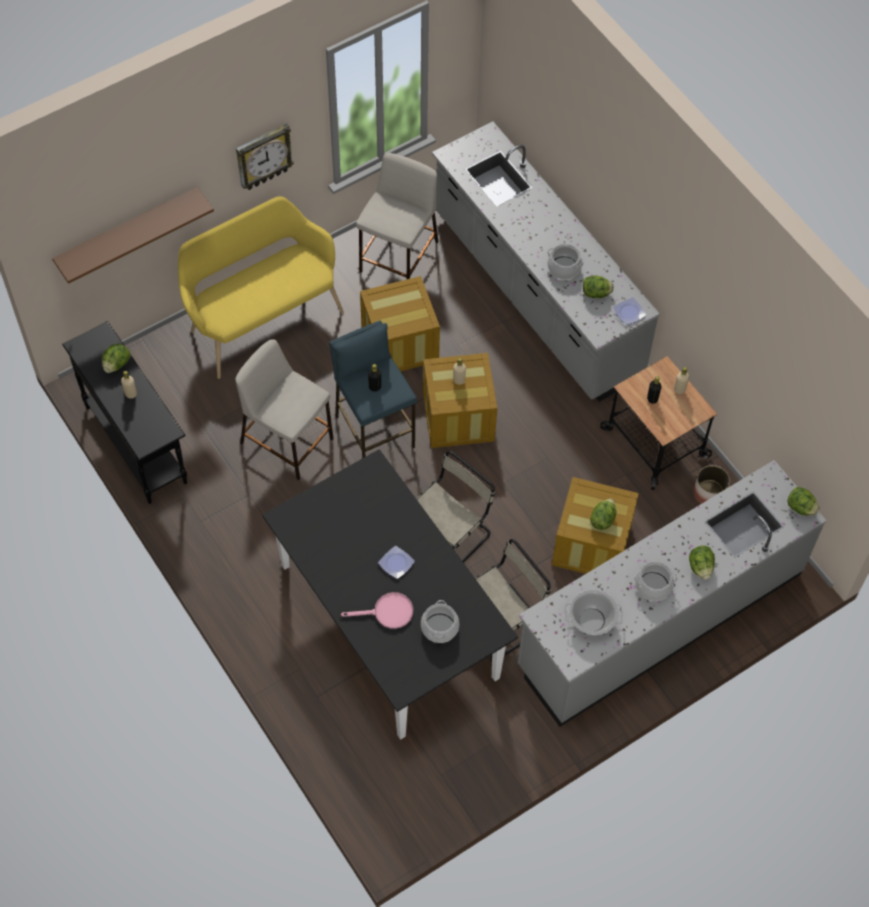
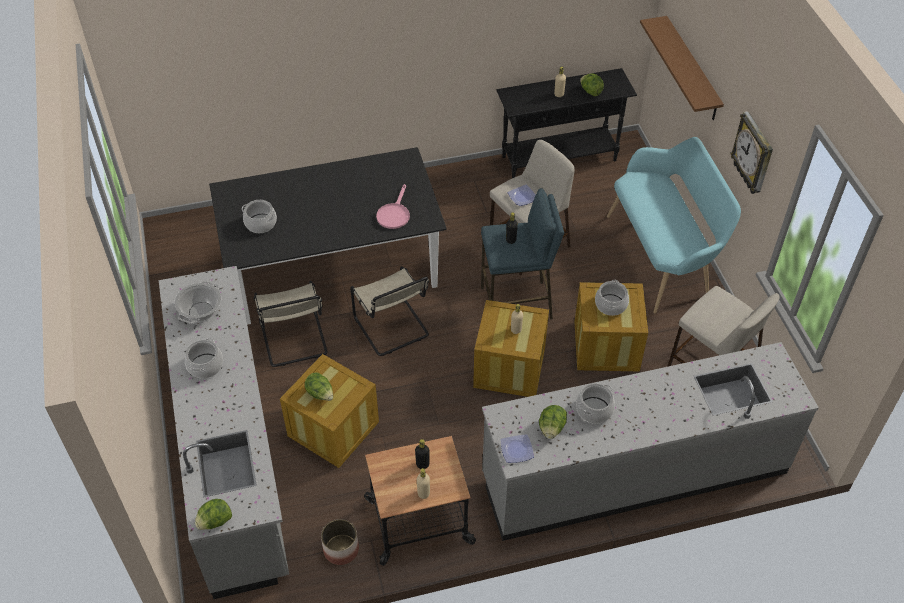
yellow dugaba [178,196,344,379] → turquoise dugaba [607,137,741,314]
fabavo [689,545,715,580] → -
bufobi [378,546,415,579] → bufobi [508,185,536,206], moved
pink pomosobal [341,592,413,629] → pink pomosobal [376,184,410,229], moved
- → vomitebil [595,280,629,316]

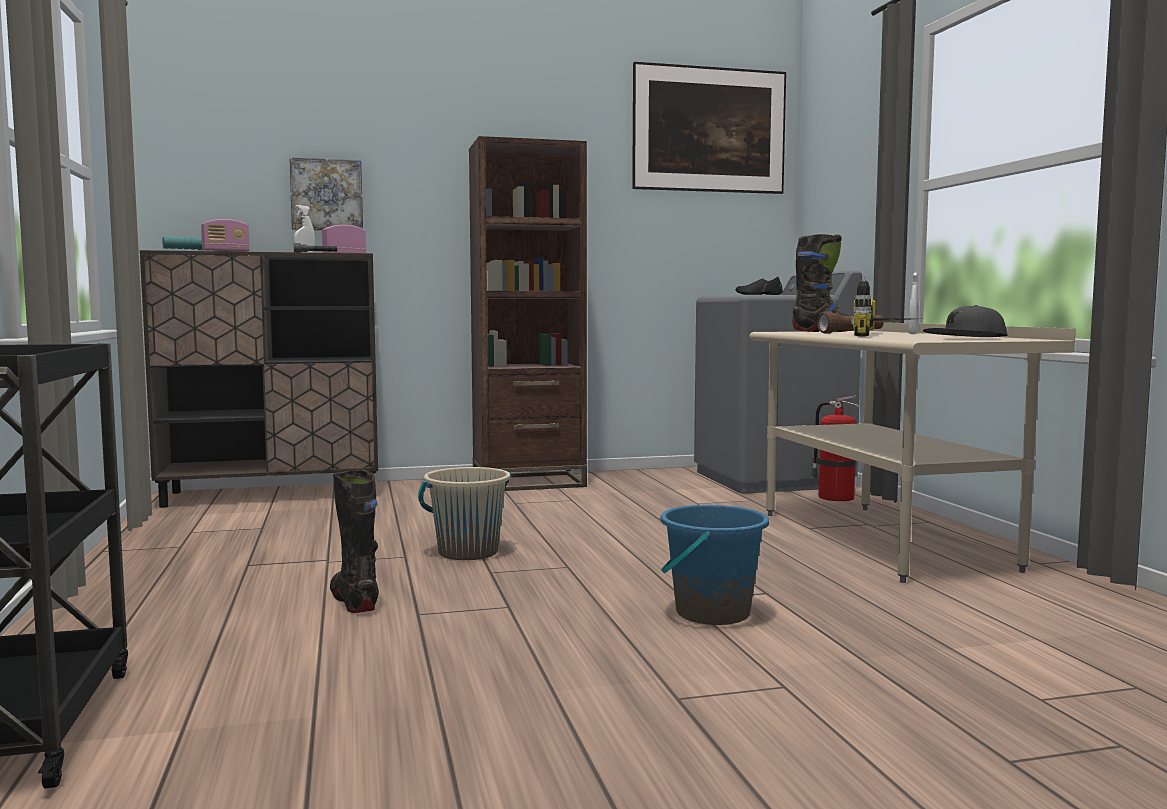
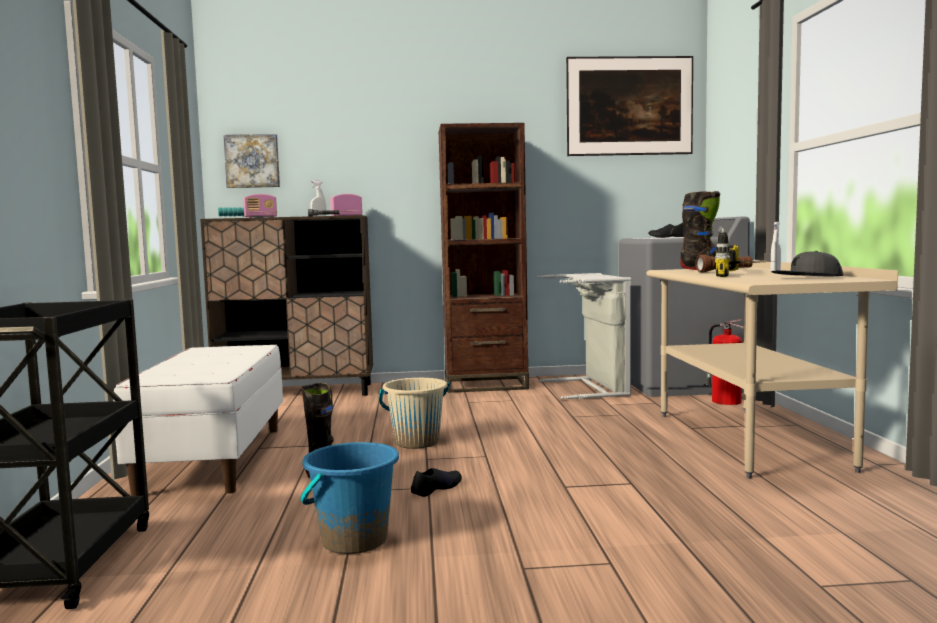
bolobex [289,157,363,230] → bolobex [224,134,280,188], moved
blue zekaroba [661,505,769,625] → blue zekaroba [300,442,399,554], moved
- → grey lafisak [537,273,631,399]
- → white dugaba [113,345,283,496]
- → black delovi [411,468,462,497]

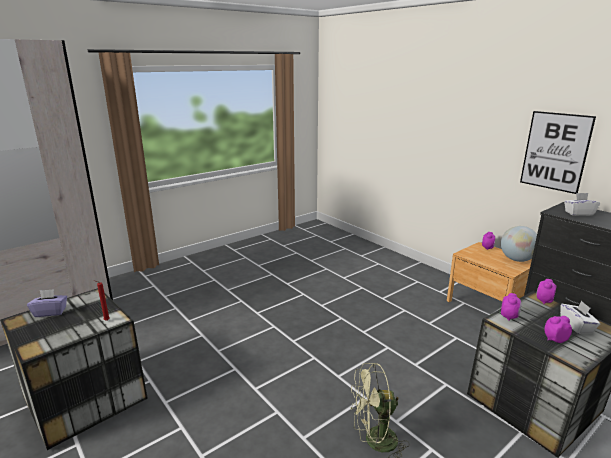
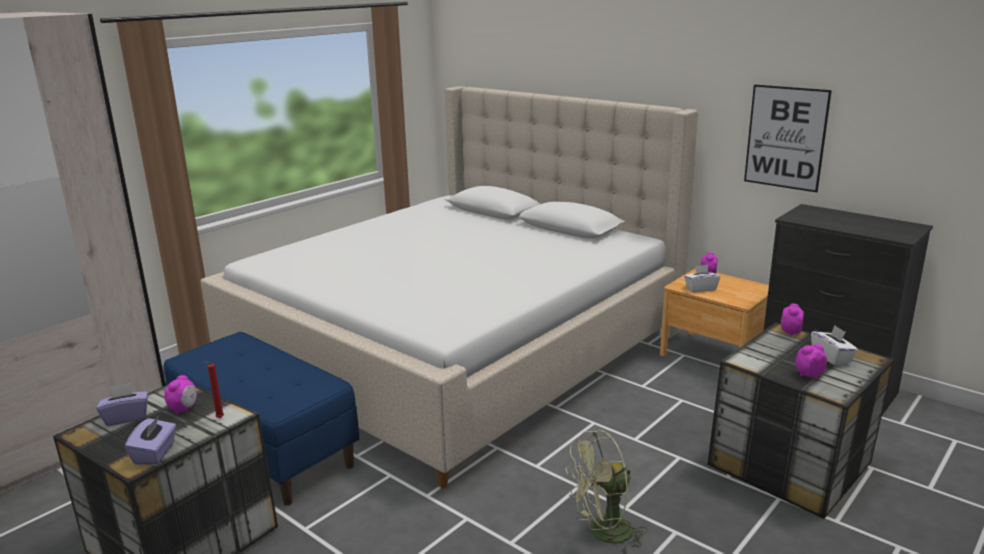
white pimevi [564,193,600,216] → white pimevi [684,265,721,292], moved
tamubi [501,226,537,262] → -
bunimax [501,293,521,321] → bunimax [164,375,197,415], moved
- → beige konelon [200,86,698,488]
- → blue dugaba [164,332,359,506]
- → purple pimevi [125,416,176,465]

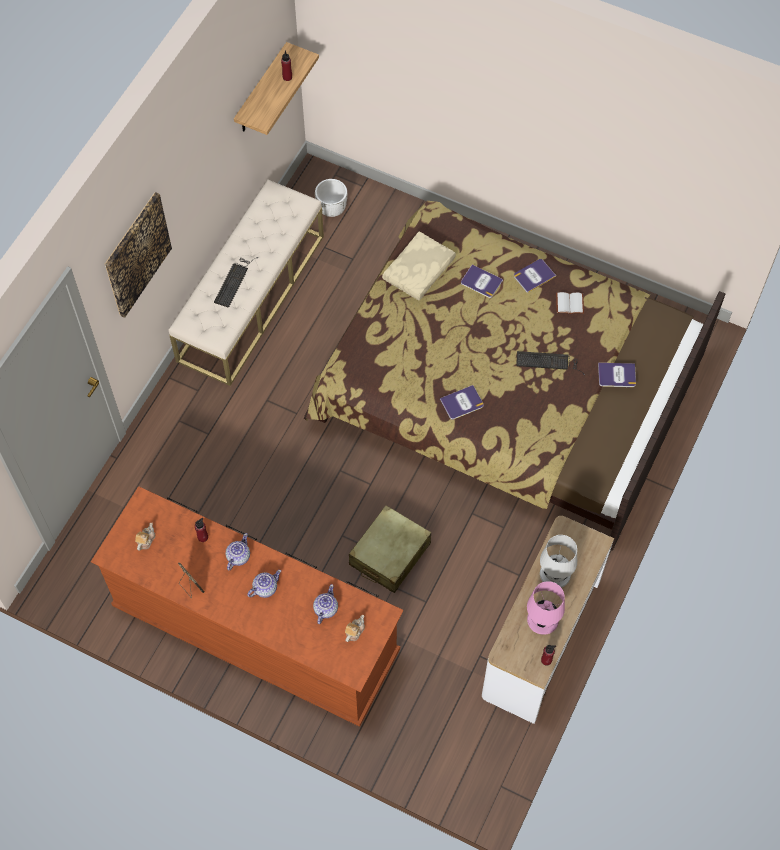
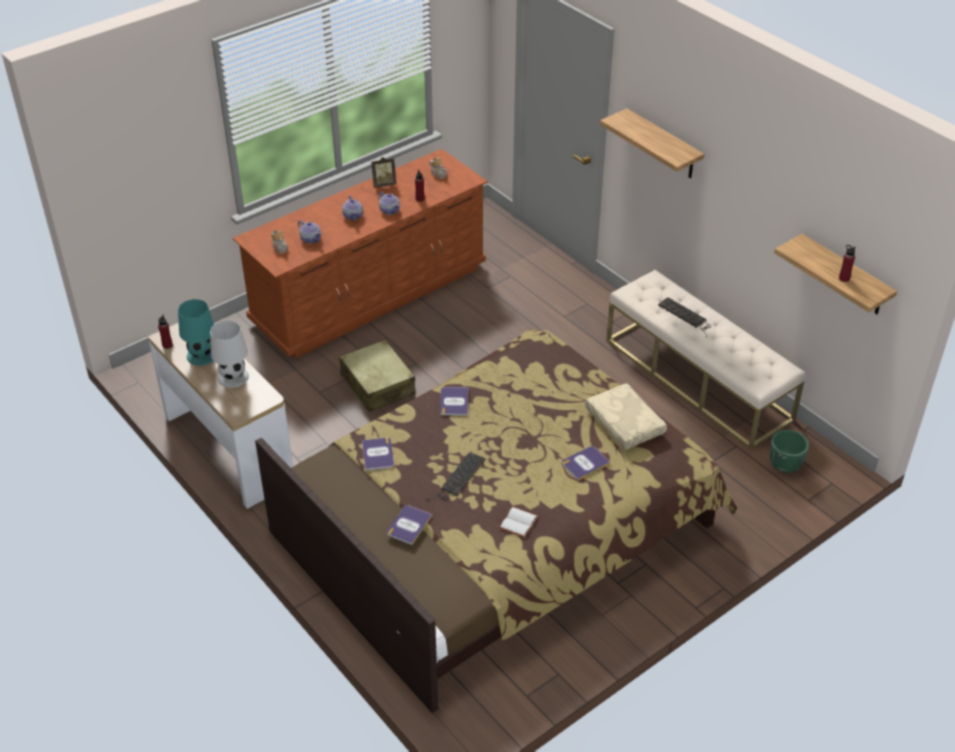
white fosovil [315,179,347,217] → green fosovil [770,430,809,473]
bolobex [105,192,172,318] → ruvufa [600,108,705,178]
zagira [514,259,556,293] → zagira [362,438,394,471], moved
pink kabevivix [527,581,565,635] → turquoise kabevivix [178,299,214,366]

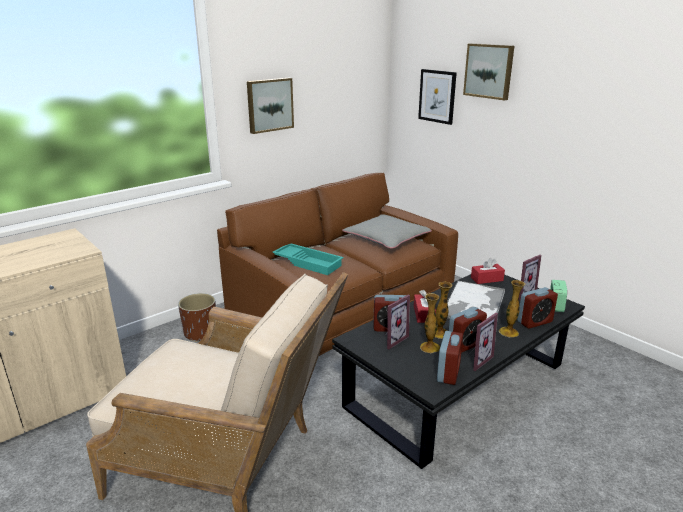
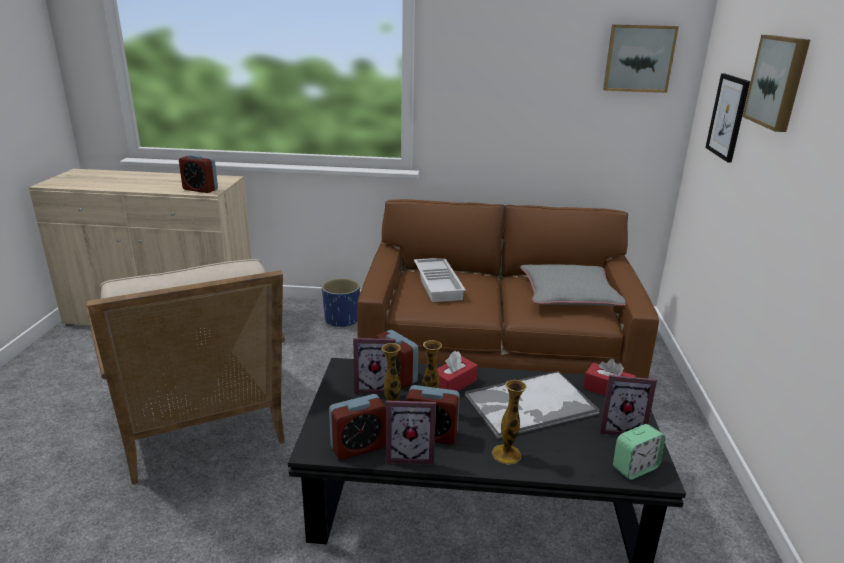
bolobex [247,78,294,134] → bolobex [603,24,679,93], moved
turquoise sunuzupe [272,243,344,275] → white sunuzupe [414,258,466,302]
bunimax [518,287,558,329] → bunimax [179,154,218,193], moved
brown fosovil [178,293,216,342] → blue fosovil [322,278,360,327]

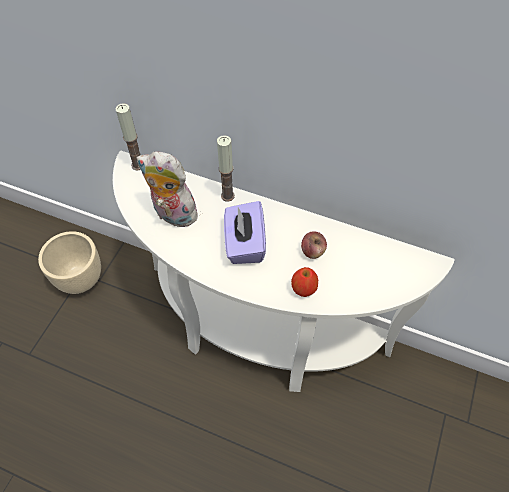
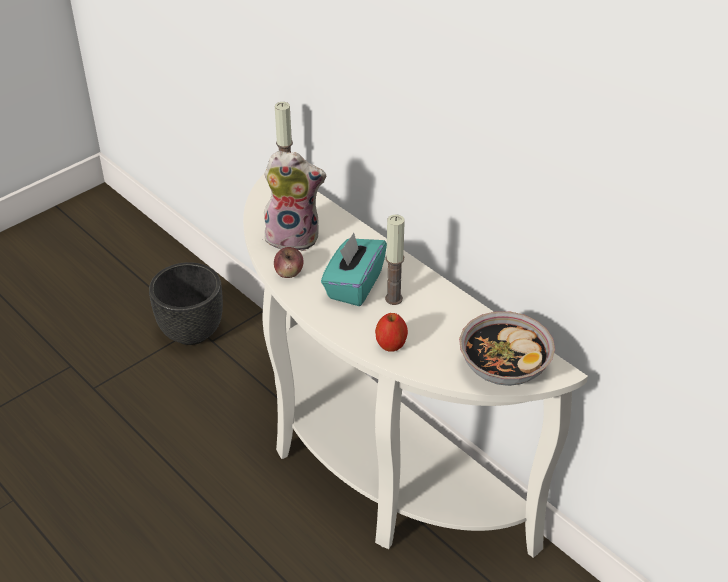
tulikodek [217,135,235,201] → tulikodek [385,214,405,305], moved
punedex [137,151,200,227] → punedex [264,151,326,251], 135 degrees clockwise
purple pimevi [224,201,266,264] → turquoise pimevi [321,233,387,306]
beige fosovil [38,231,101,294] → black fosovil [149,262,223,345]
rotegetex [301,232,327,259] → rotegetex [274,247,304,278], moved
- → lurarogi [459,311,555,386]

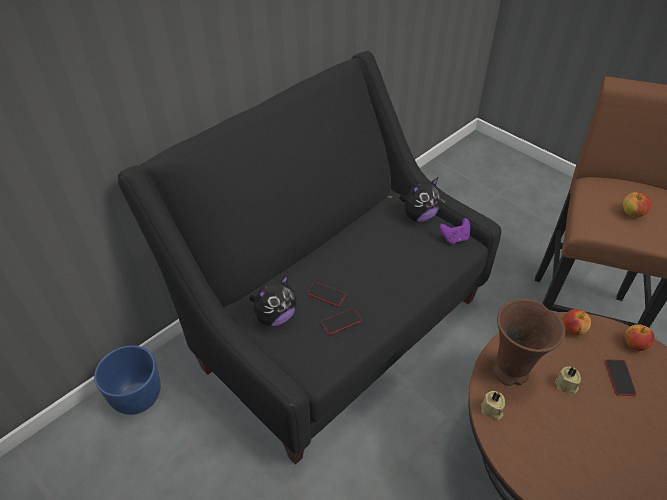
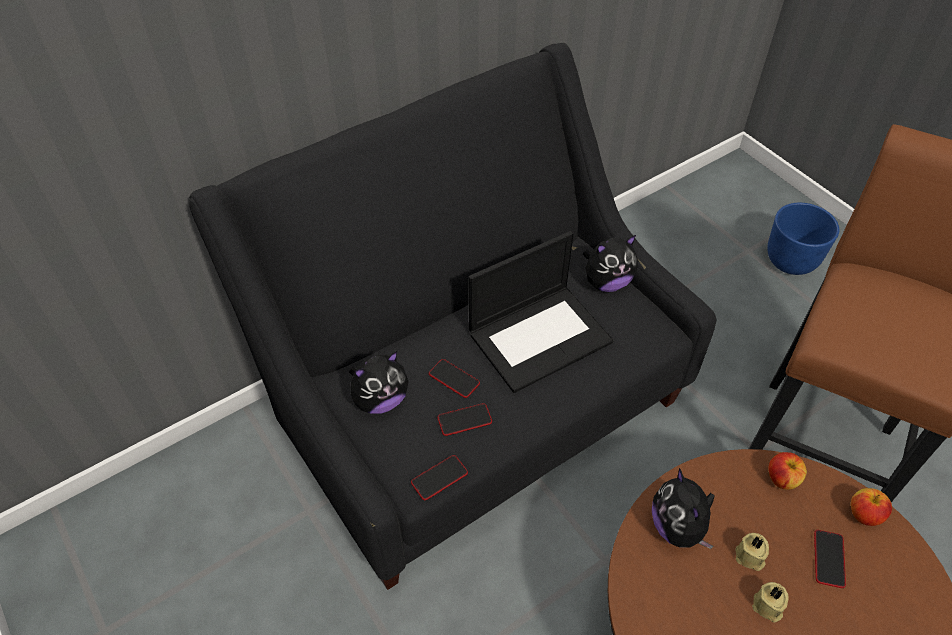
rotegetex [623,192,651,218] → -
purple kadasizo [440,218,470,244] → -
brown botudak [493,299,565,386] → punedex [652,468,715,549]
blue fosovil [94,345,161,415] → blue fosovil [767,203,839,275], moved
beige tulikodek [481,391,505,420] → beige tulikodek [752,582,788,622], moved
- → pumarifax [468,231,614,393]
- → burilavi [411,455,468,500]

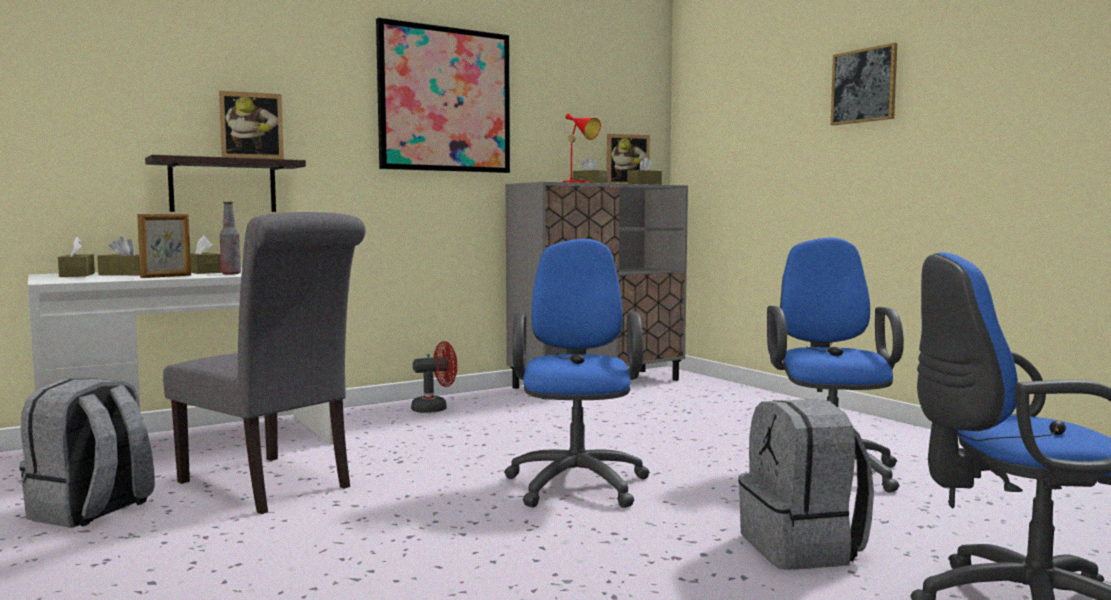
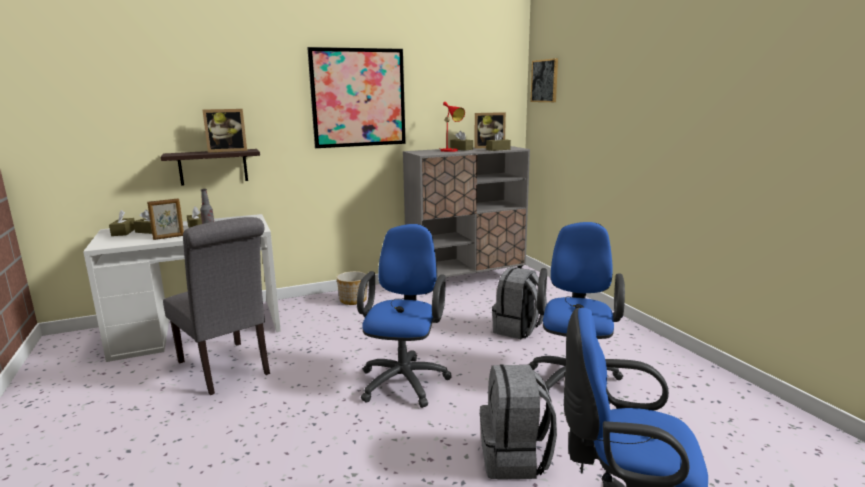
bolobex [831,43,897,125] → bolobex [531,58,558,102], moved
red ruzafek [411,341,457,413] → fosovil [337,271,367,305]
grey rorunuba [19,378,155,528] → grey rorunuba [492,267,547,339], moved

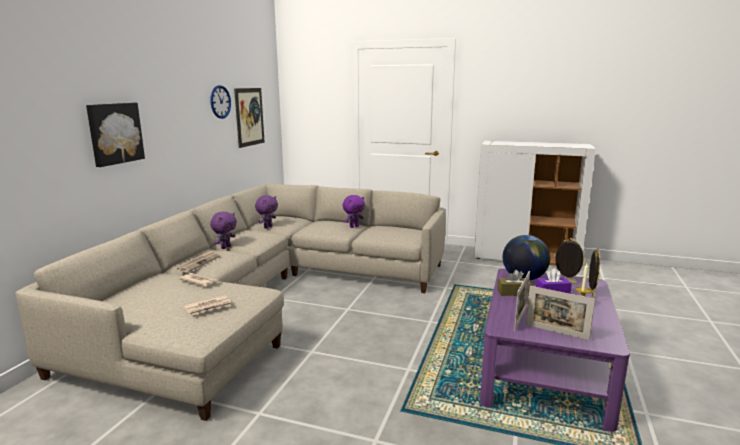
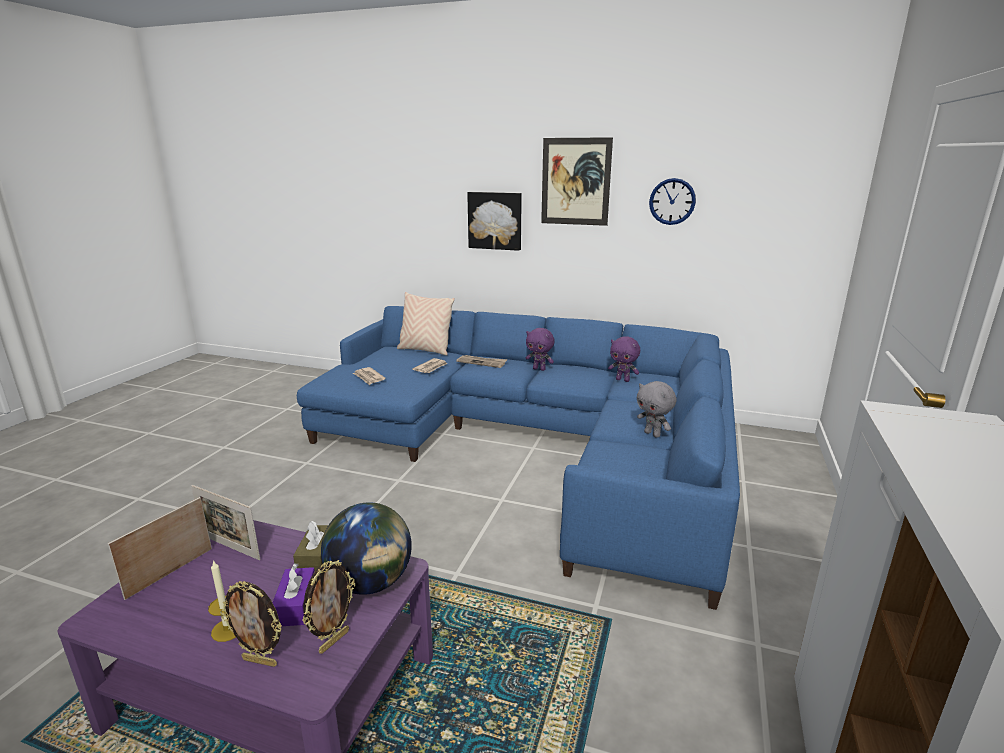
bolobex [234,88,265,148] → bolobex [541,137,613,226], moved
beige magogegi [15,184,446,421] → blue magogegi [297,306,740,610]
purple punedex [343,195,365,228] → grey punedex [637,381,676,438]
- → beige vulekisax [397,292,455,355]

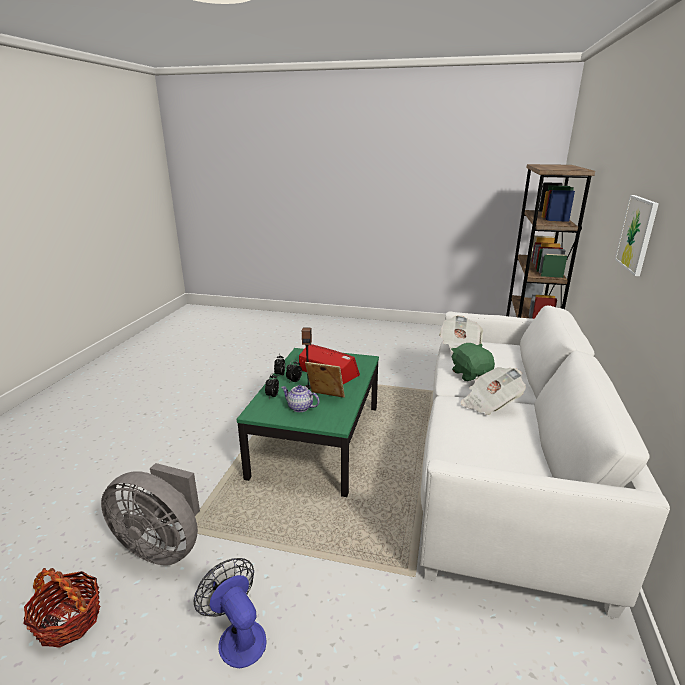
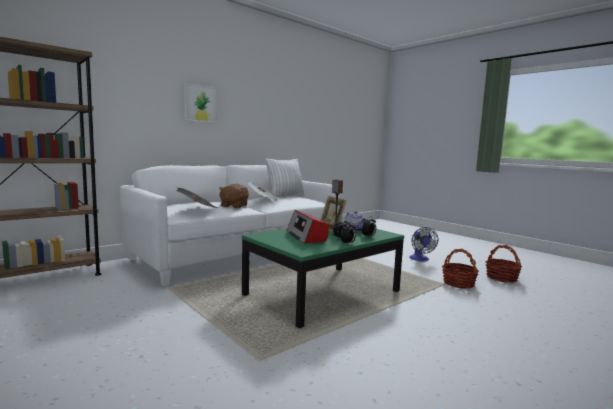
green punedex [451,343,495,381] → brown punedex [218,184,249,209]
grey ruzafek [101,463,200,565] → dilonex [442,249,479,289]
- → white vulekisax [265,159,305,197]

